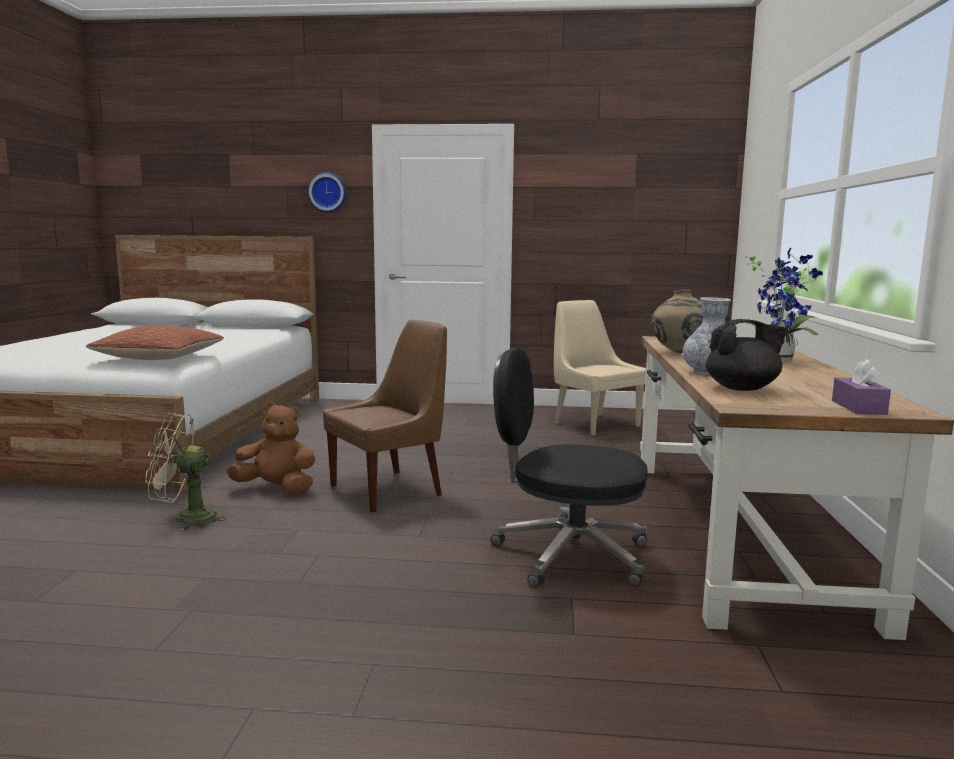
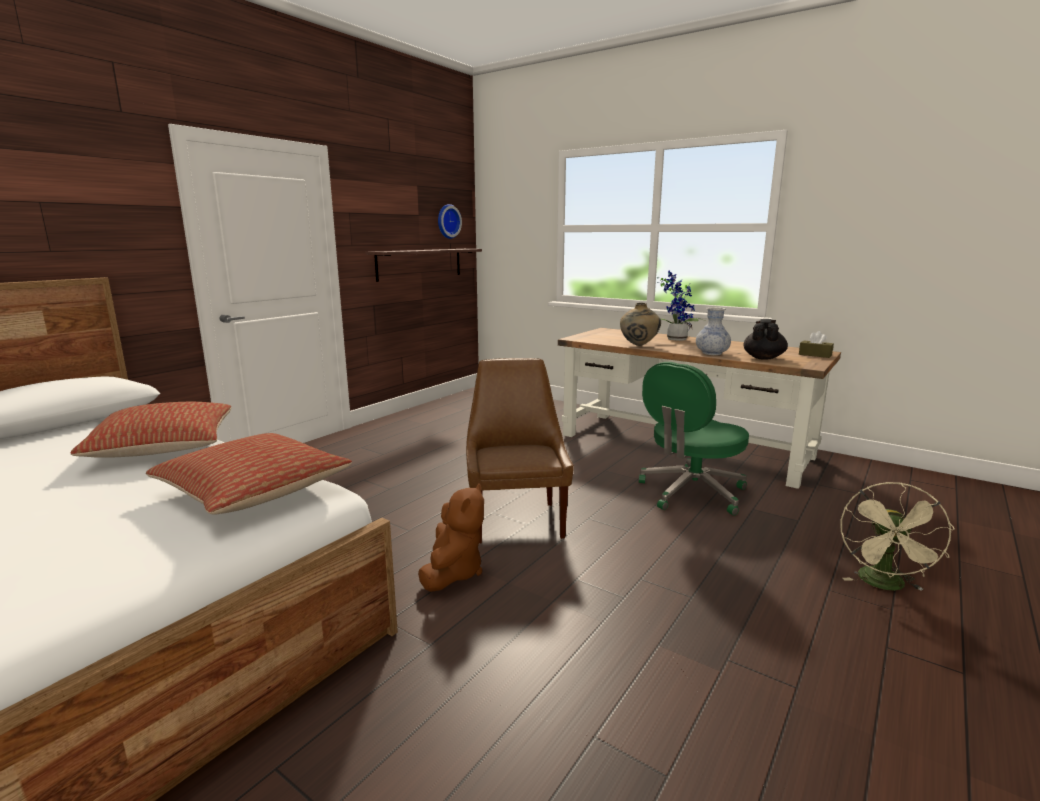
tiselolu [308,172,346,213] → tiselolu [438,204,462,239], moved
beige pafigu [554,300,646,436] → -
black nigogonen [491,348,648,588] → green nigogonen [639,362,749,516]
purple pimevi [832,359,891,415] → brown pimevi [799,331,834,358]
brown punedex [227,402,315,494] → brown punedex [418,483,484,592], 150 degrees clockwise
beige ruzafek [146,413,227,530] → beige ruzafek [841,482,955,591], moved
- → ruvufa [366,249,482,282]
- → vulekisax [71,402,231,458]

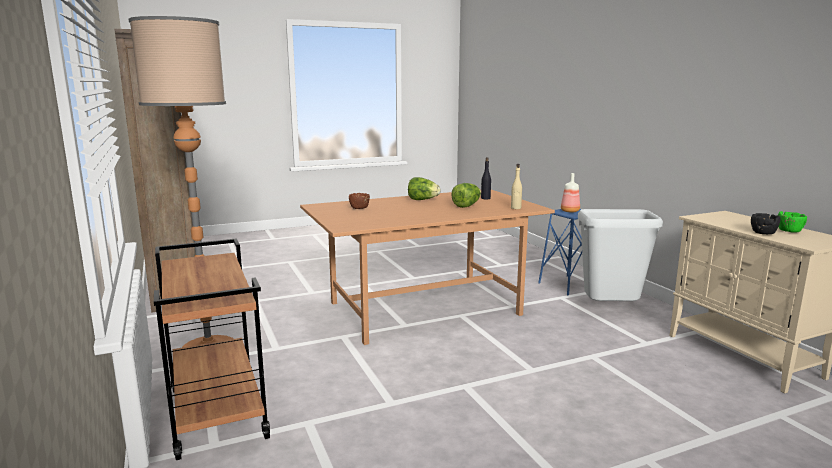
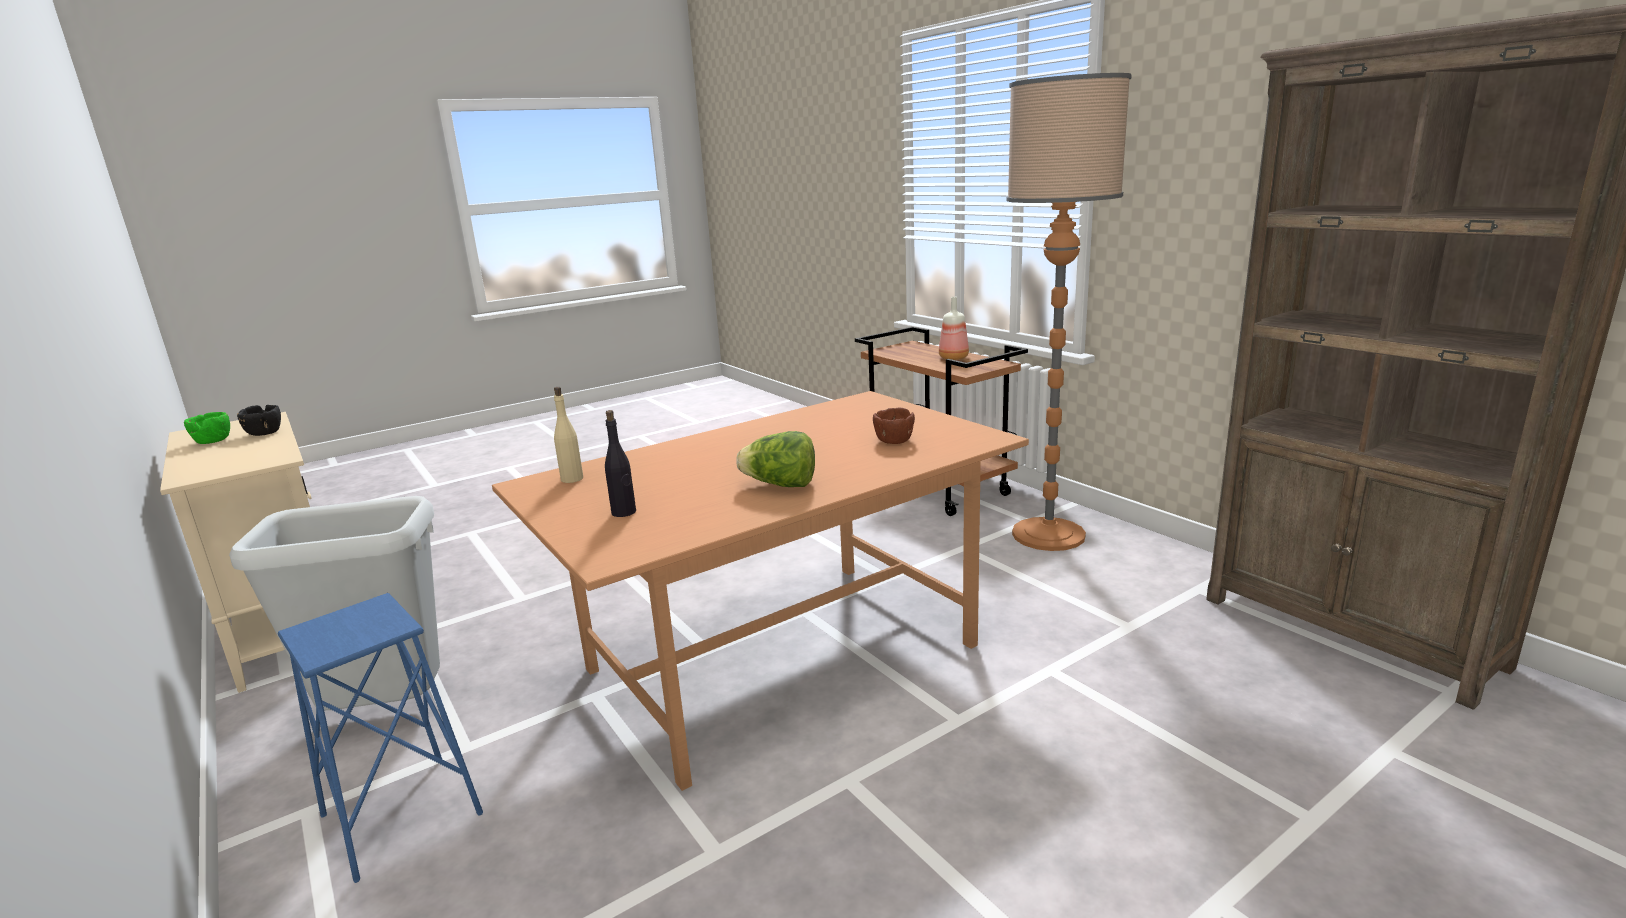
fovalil [561,173,580,212] → fovalil [939,297,969,360], moved
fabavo [451,183,481,208] → -

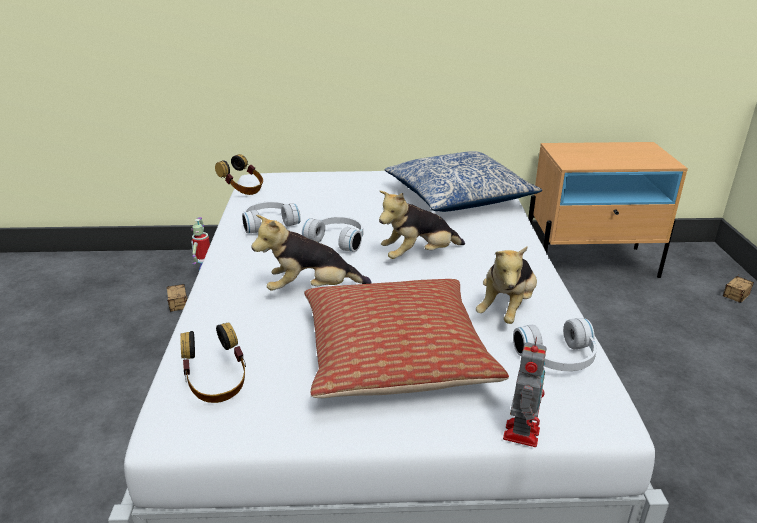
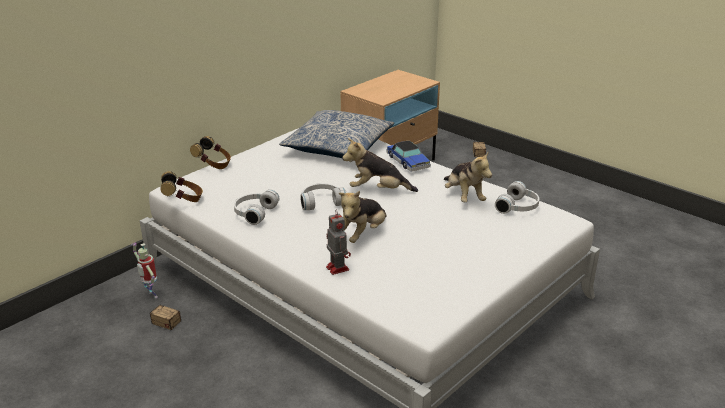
punedex [379,191,465,259] → punedex [342,138,418,192], 75 degrees clockwise
vulekisax [304,279,509,398] → -
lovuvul [180,322,246,403] → lovuvul [190,136,231,169], moved
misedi [503,337,546,447] → misedi [326,209,351,275], moved
- → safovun [387,141,431,172]

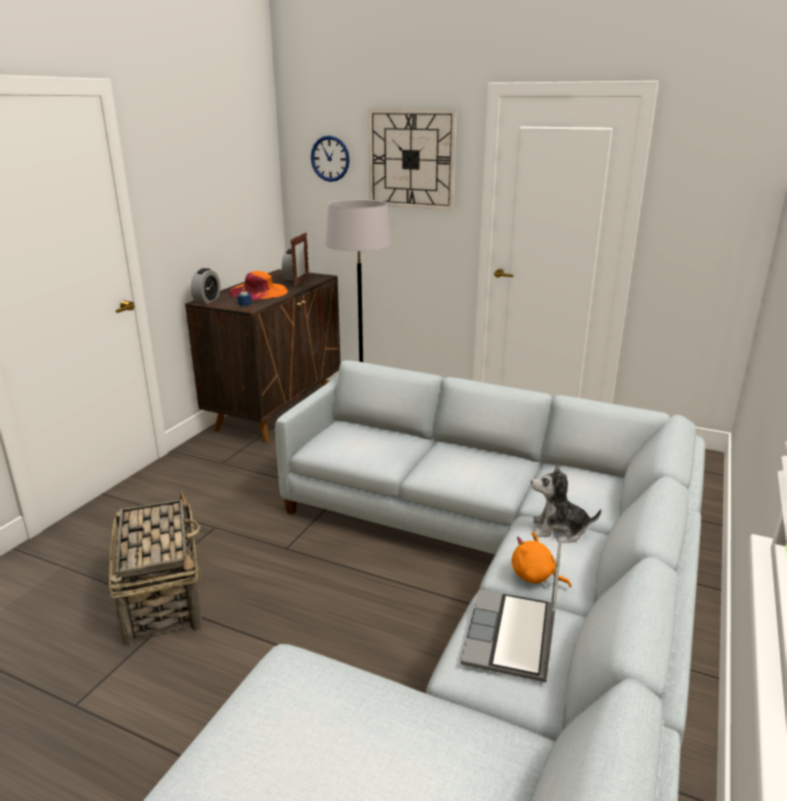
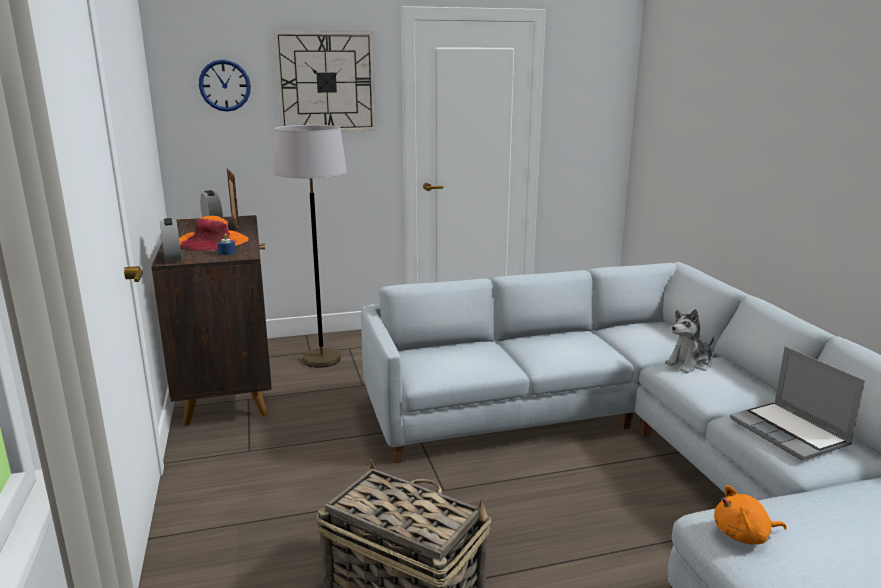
orange punedex [511,532,571,587] → orange punedex [714,485,787,545], moved

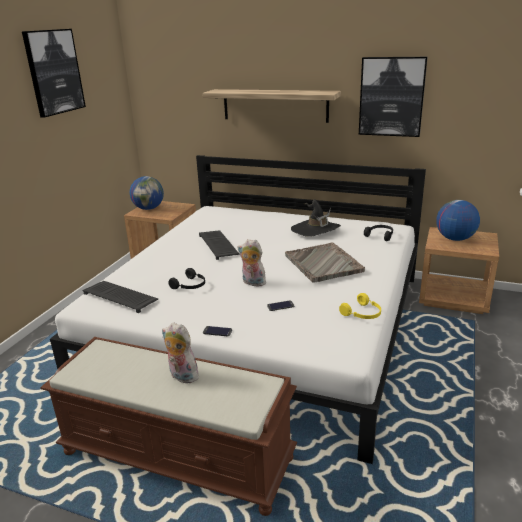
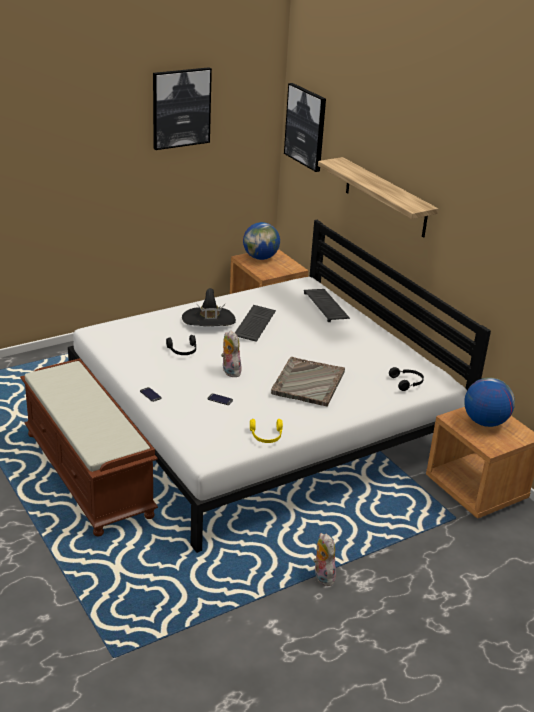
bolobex [359,57,428,137] → bolobex [284,83,326,172], moved
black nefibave [291,199,341,237] → black nefibave [182,288,236,326], moved
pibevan [83,281,158,313] → pibevan [304,289,350,322], moved
punedex [162,322,199,383] → punedex [313,533,336,586], moved

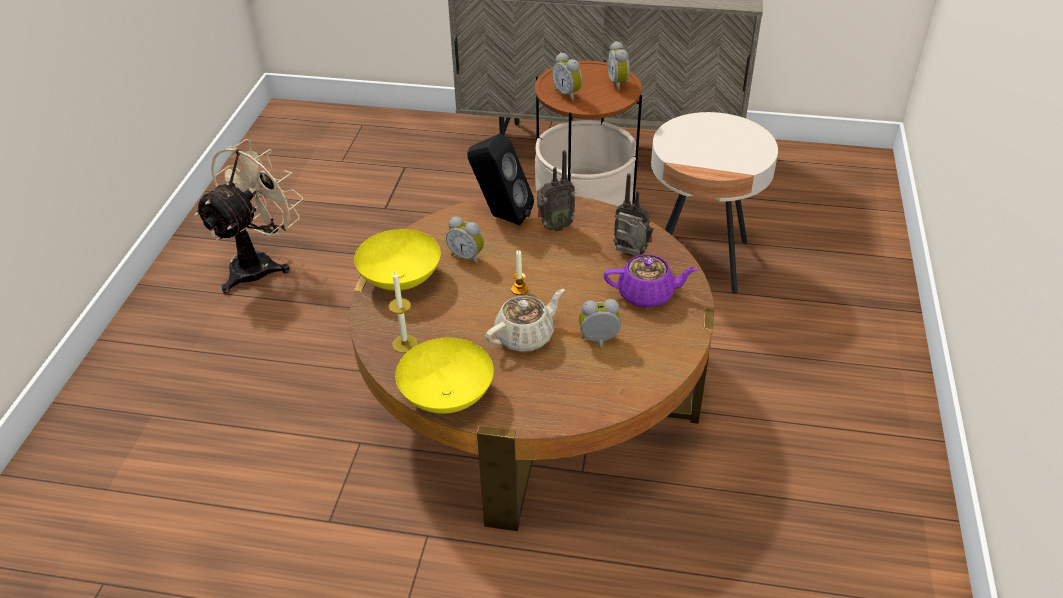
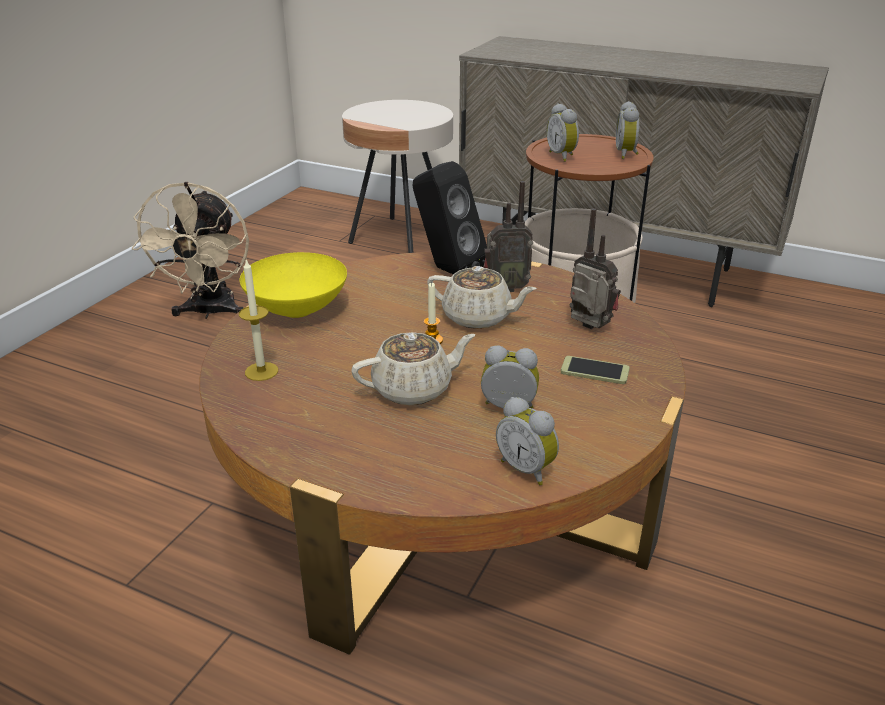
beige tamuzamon [651,112,778,293] → beige tamuzamon [342,100,453,253], moved
beige ruzafek [194,139,303,294] → beige ruzafek [132,182,249,319], 135 degrees clockwise
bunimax [446,216,484,265] → bunimax [496,397,559,485], moved
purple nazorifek [603,254,698,308] → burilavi [561,356,630,384]
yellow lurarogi [395,338,494,414] → -
- → beige nazorifek [427,266,537,329]

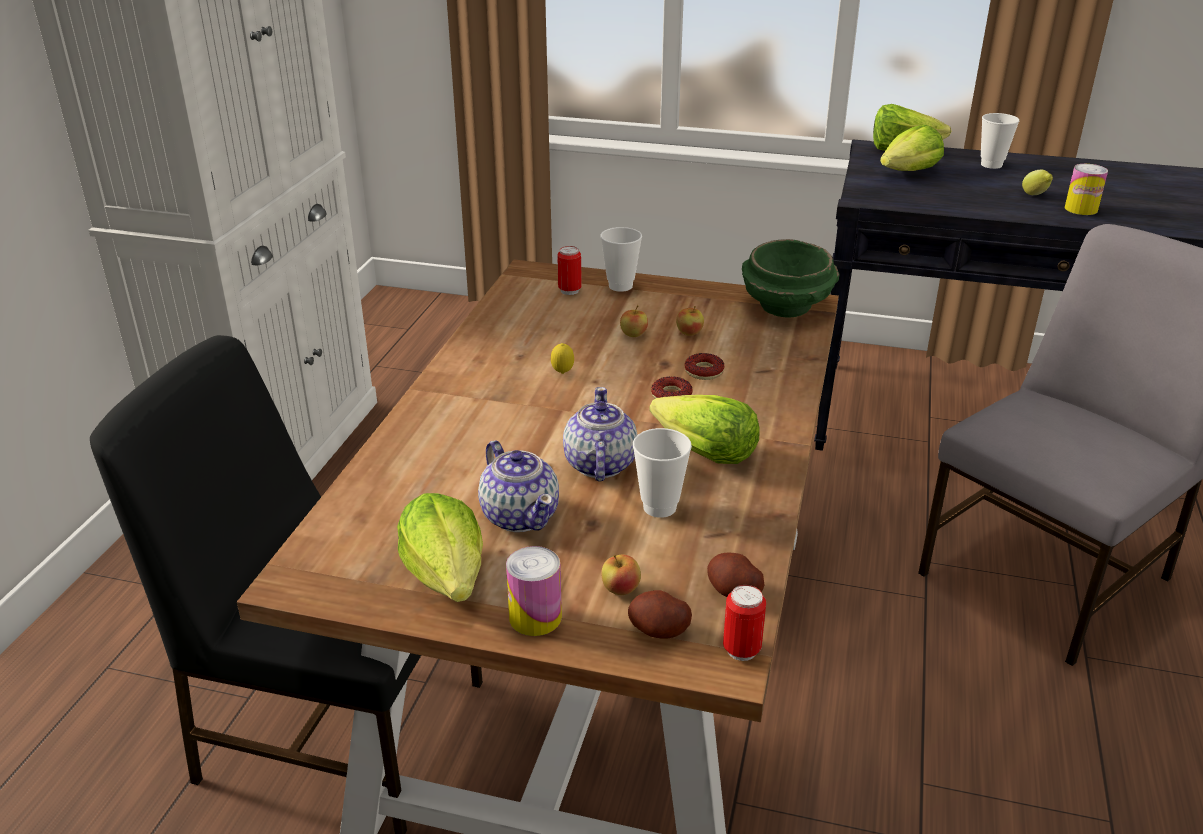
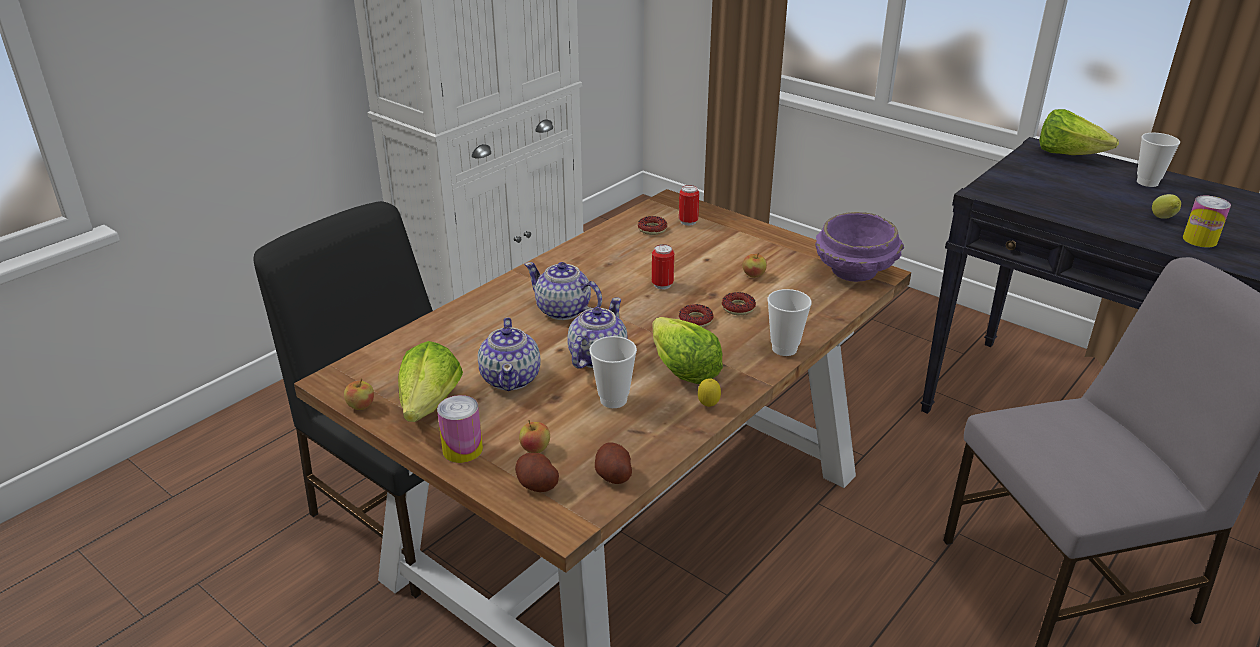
fabavo [880,125,944,171] → -
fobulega [600,227,642,292] → fobulega [767,289,812,356], moved
green lurarogi [742,239,840,317] → purple lurarogi [815,212,904,282]
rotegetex [620,305,648,337] → rotegetex [344,378,374,410], moved
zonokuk [551,343,574,374] → zonokuk [698,378,721,407], moved
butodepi [723,585,766,661] → butodepi [652,244,674,289], moved
- → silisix [638,216,667,235]
- → nazorifek [524,262,602,320]

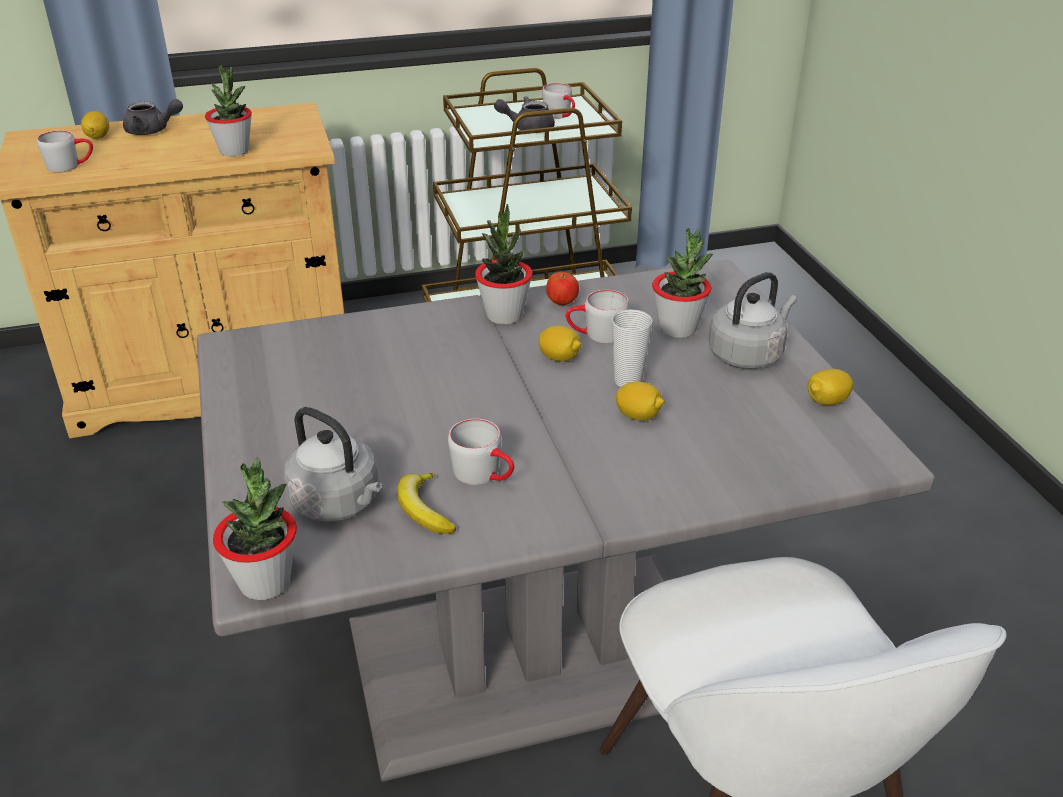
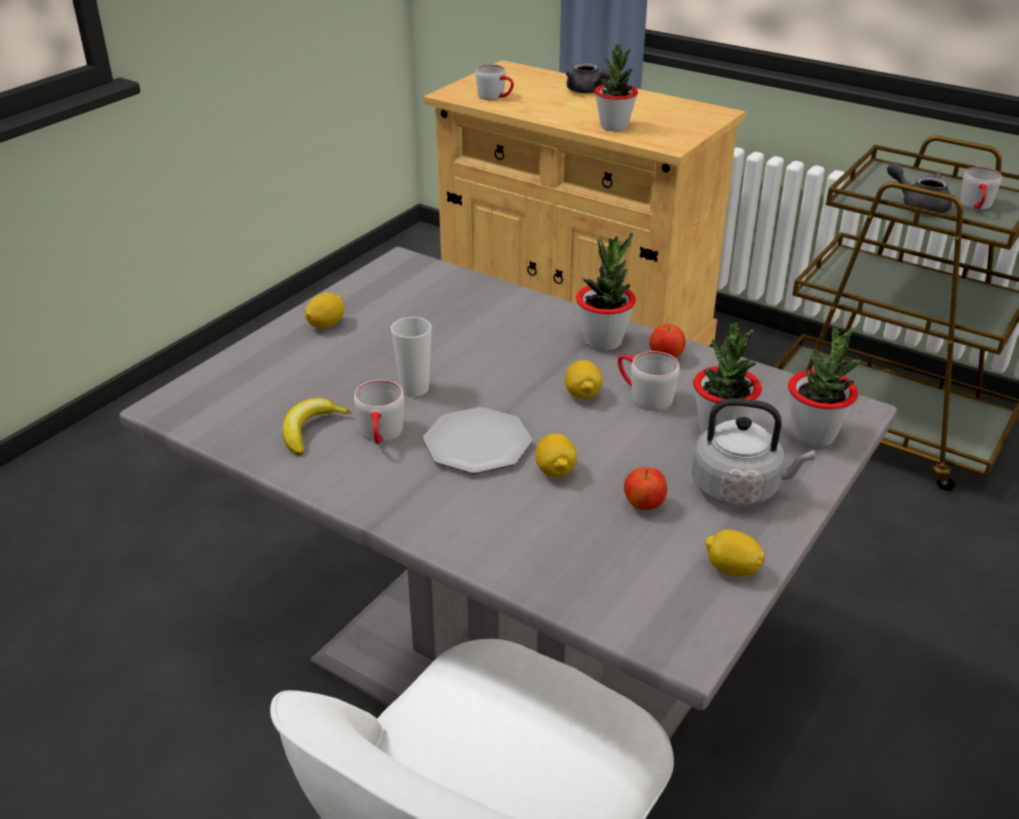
zonokuk [81,111,109,139] → zonokuk [305,293,344,329], moved
fobulega [612,309,653,387] → fobulega [391,317,432,397], moved
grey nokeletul [284,407,382,522] → -
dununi [213,458,297,600] → dununi [788,326,863,447], moved
- → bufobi [423,407,532,474]
- → rotegetex [624,467,667,510]

